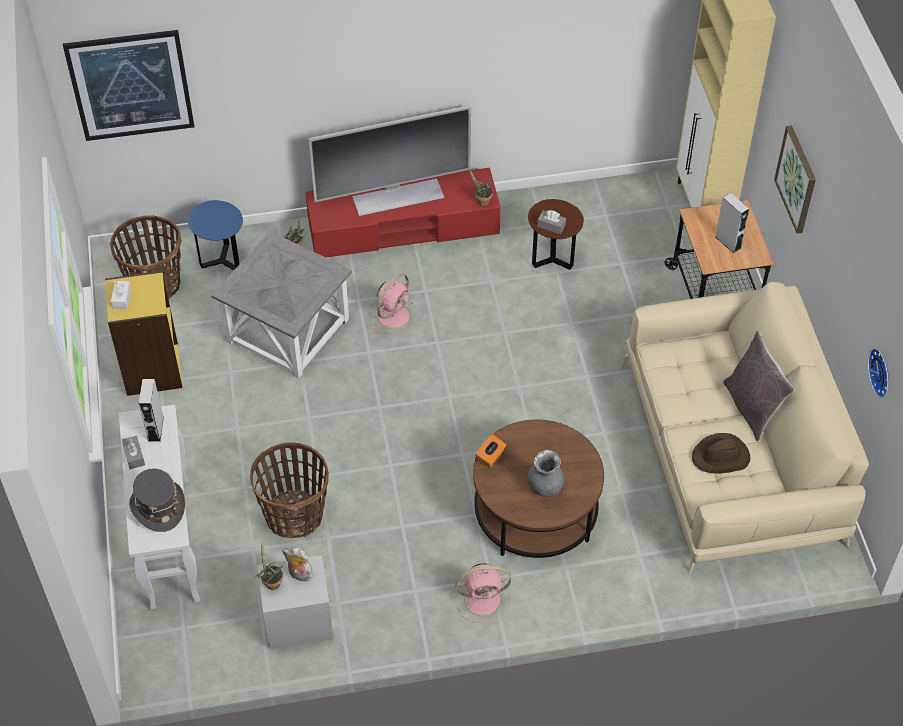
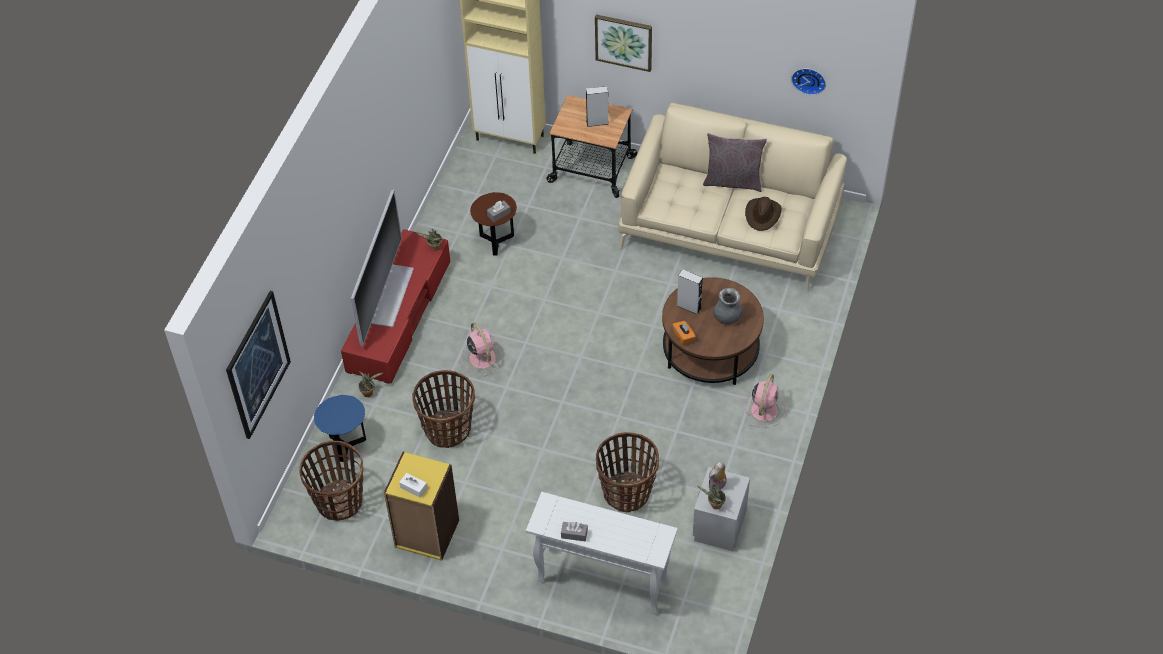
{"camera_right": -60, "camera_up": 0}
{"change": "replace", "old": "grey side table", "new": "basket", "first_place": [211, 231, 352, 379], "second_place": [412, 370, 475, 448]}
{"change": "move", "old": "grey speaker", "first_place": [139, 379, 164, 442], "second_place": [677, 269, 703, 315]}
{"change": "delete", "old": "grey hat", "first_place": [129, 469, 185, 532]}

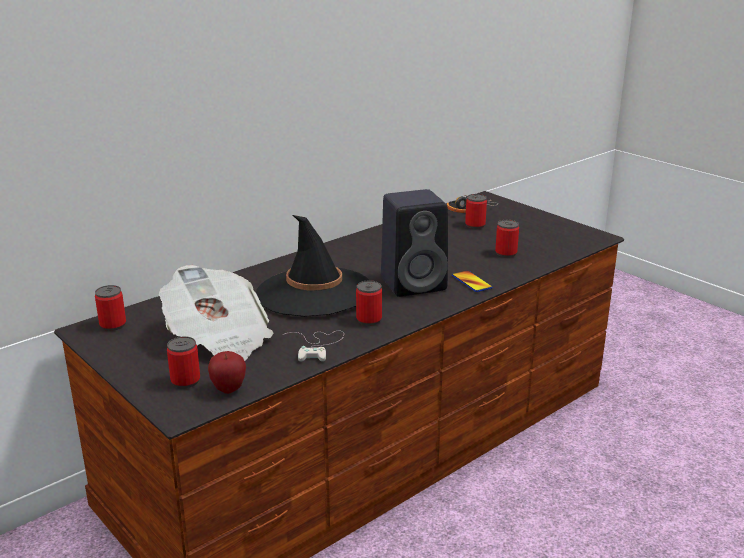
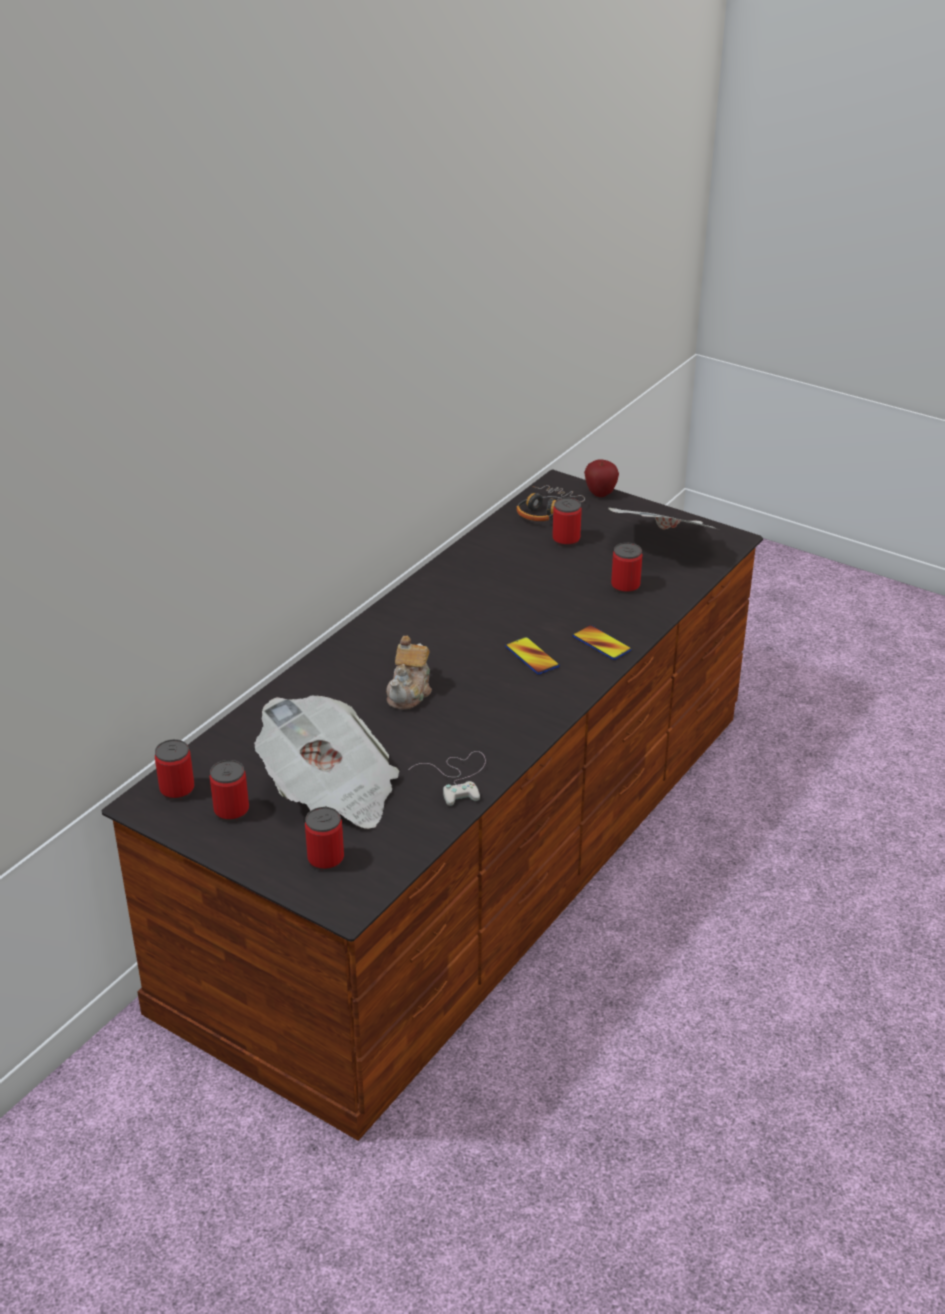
{"camera_right": -15, "camera_up": 10}
{"change": "replace", "old": "black speaker", "new": "phone", "first_place": [381, 189, 448, 297], "second_place": [505, 637, 560, 674]}
{"change": "replace", "old": "black hat", "new": "teapot", "first_place": [256, 215, 370, 317], "second_place": [386, 636, 432, 710]}
{"change": "move", "old": "can", "first_place": [356, 281, 382, 326], "second_place": [210, 760, 249, 821]}
{"change": "move", "old": "apple", "first_place": [208, 351, 246, 394], "second_place": [584, 459, 619, 497]}
{"change": "insert", "new": "newspaper", "second_place": [608, 508, 719, 530]}

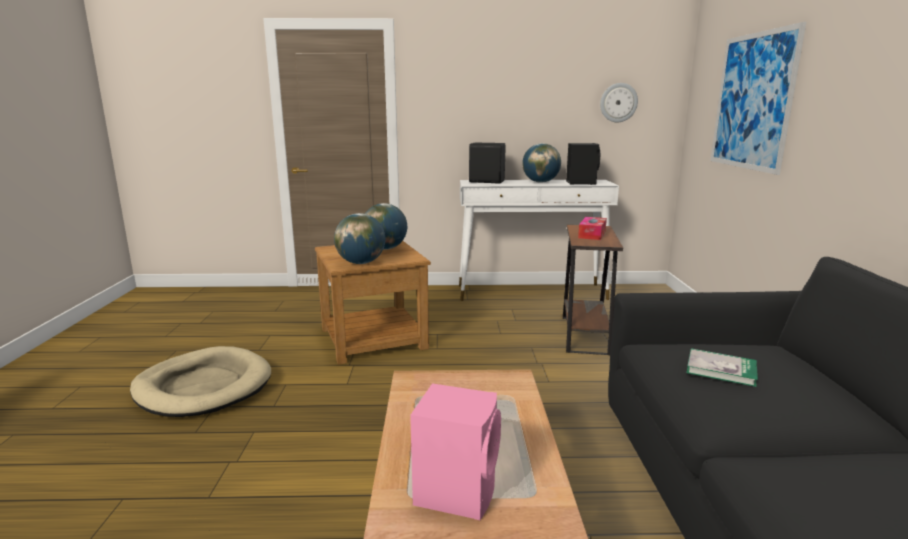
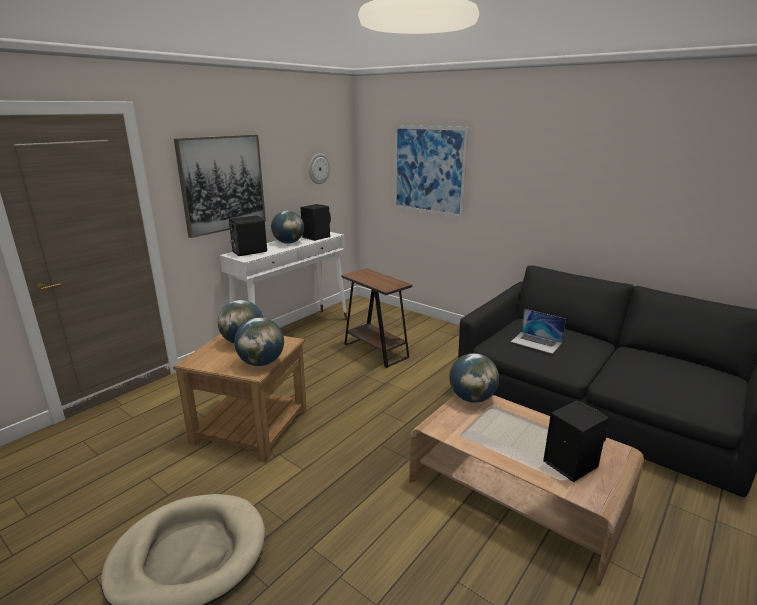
{"camera_right": -50, "camera_up": 5}
{"change": "delete", "old": "tissue box", "first_place": [578, 217, 607, 240]}
{"change": "replace", "old": "book", "new": "laptop", "first_place": [686, 348, 758, 387], "second_place": [511, 309, 566, 354]}
{"change": "recolor", "old": "pink speaker", "new": "black speaker", "first_place": [410, 383, 501, 520], "second_place": [543, 400, 609, 482]}
{"change": "insert", "new": "picture", "second_place": [174, 135, 266, 238]}
{"change": "insert", "new": "globe", "second_place": [449, 353, 499, 403]}

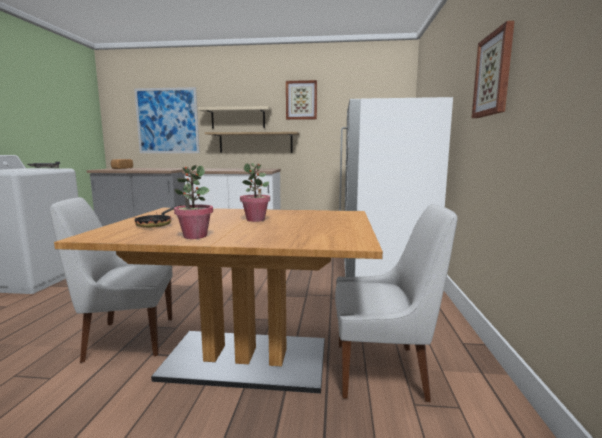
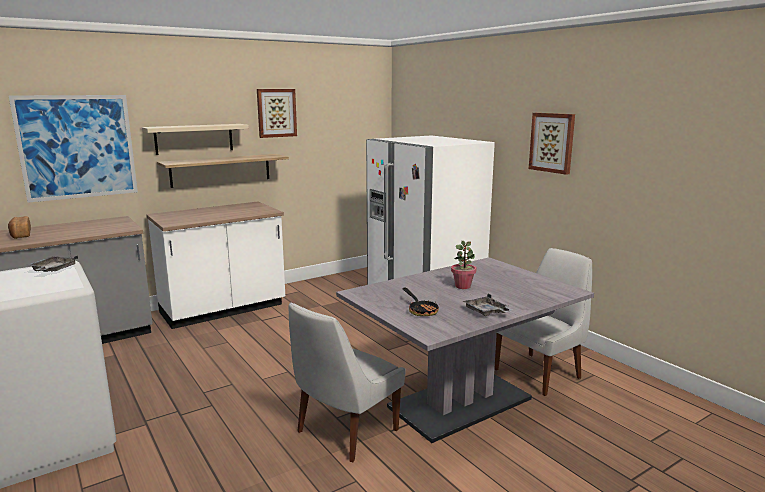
{"camera_right": -40, "camera_up": 5}
{"change": "replace", "old": "potted plant", "new": "grey tray", "first_place": [174, 165, 213, 239], "second_place": [463, 294, 512, 316]}
{"change": "recolor", "old": "brown dining table", "new": "grey dining table", "first_place": [54, 208, 383, 394], "second_place": [336, 257, 594, 443]}

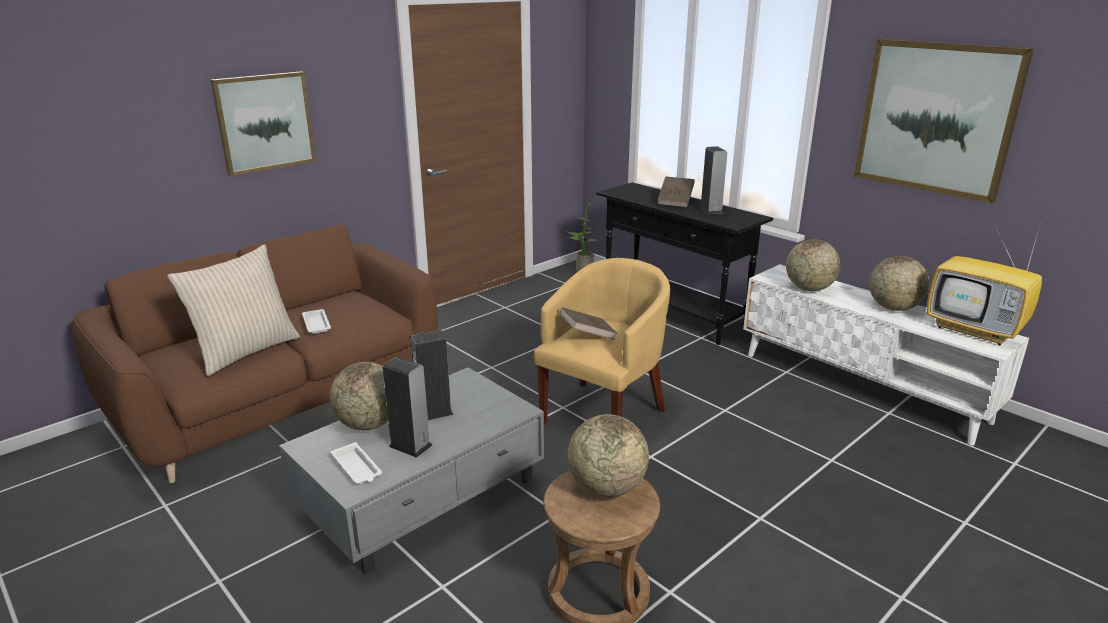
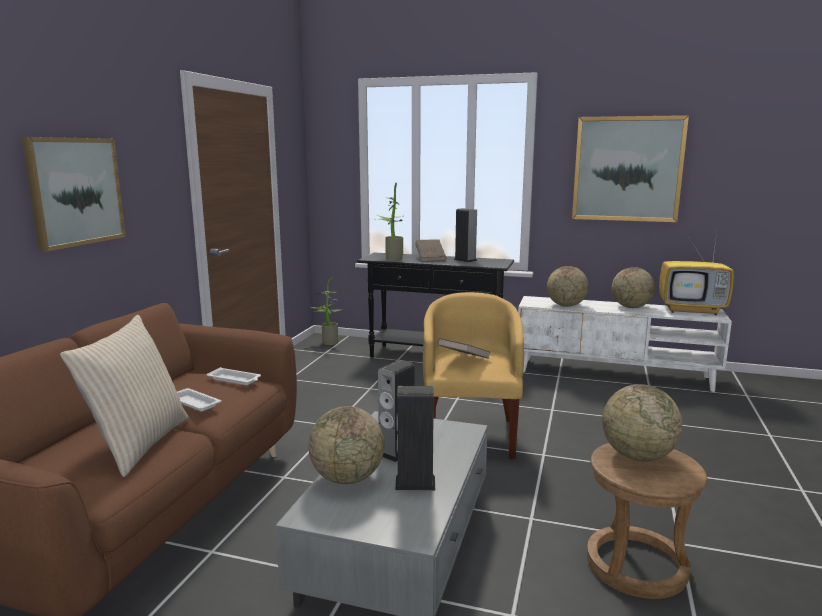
{"camera_right": -30, "camera_up": -10}
{"change": "move", "old": "white tray", "first_place": [331, 442, 382, 484], "second_place": [207, 367, 261, 385]}
{"change": "insert", "new": "potted plant", "second_place": [378, 183, 403, 260]}

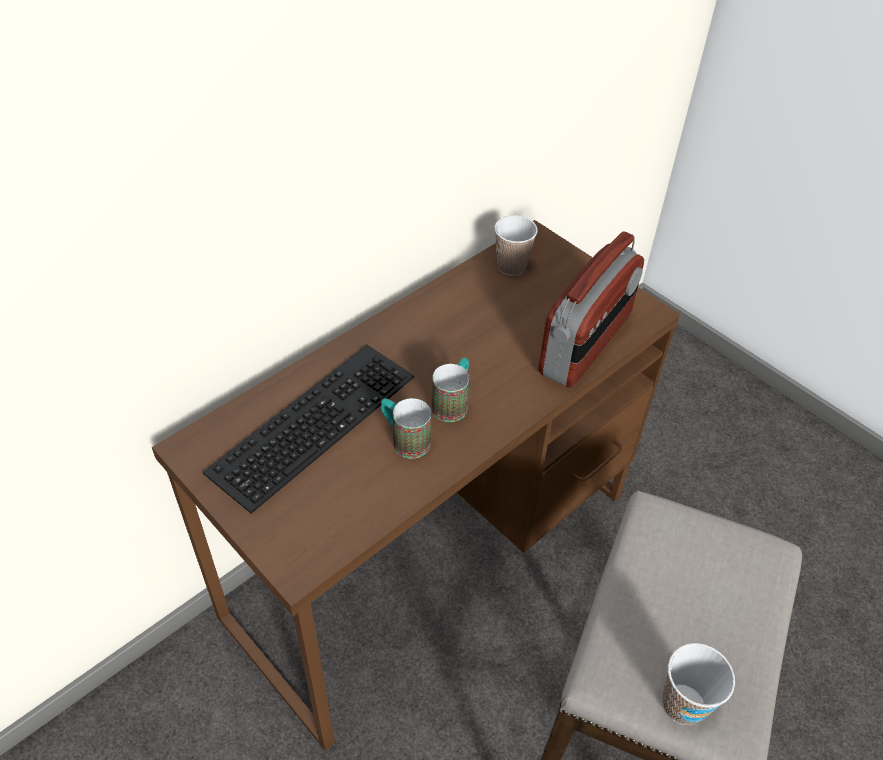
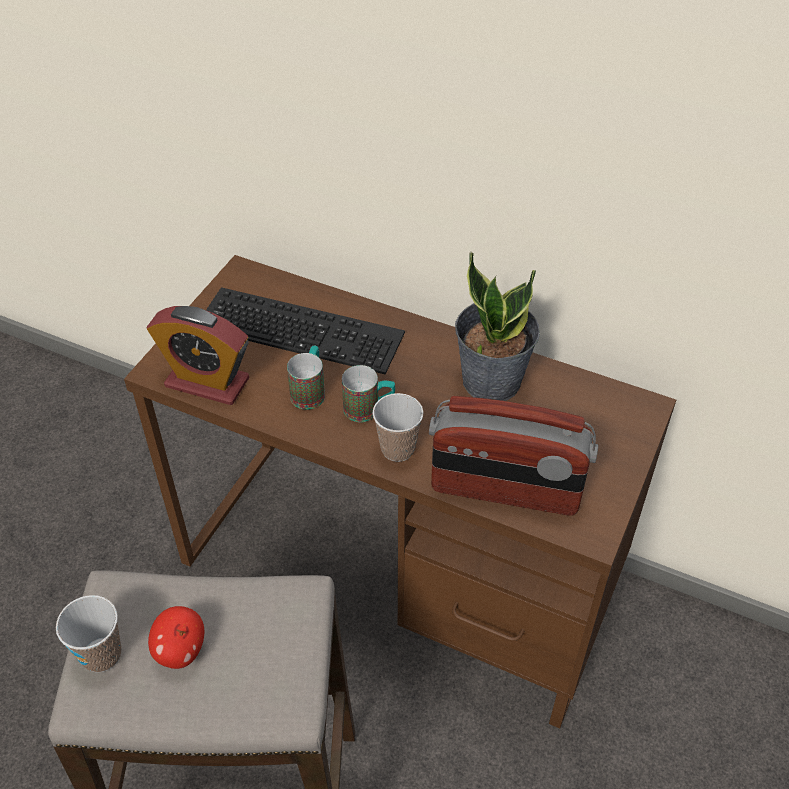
{"camera_right": 70, "camera_up": 0}
{"change": "move", "old": "cup", "first_place": [494, 215, 538, 276], "second_place": [372, 393, 424, 462]}
{"change": "insert", "new": "potted plant", "second_place": [455, 252, 540, 401]}
{"change": "insert", "new": "alarm clock", "second_place": [147, 306, 249, 405]}
{"change": "insert", "new": "apple", "second_place": [148, 606, 204, 669]}

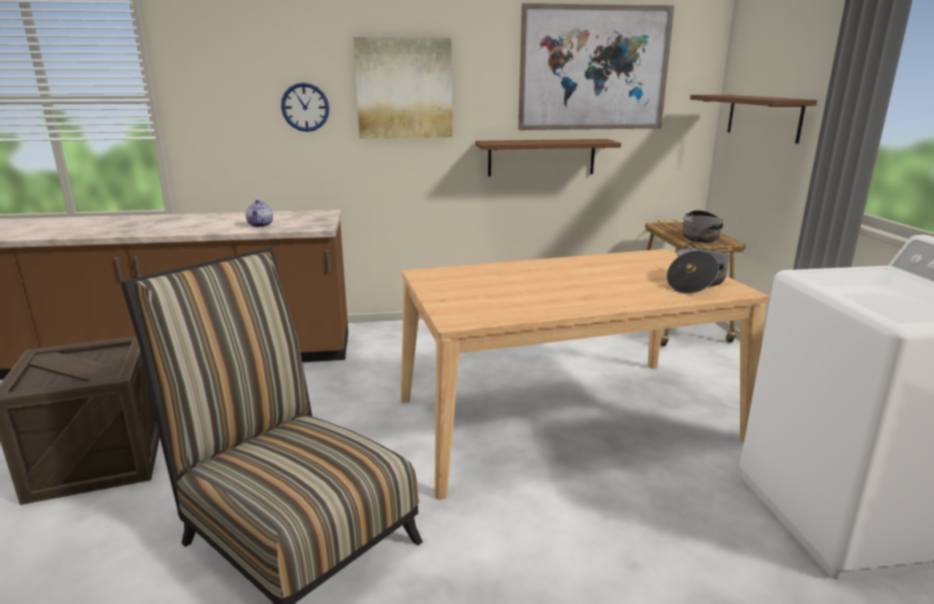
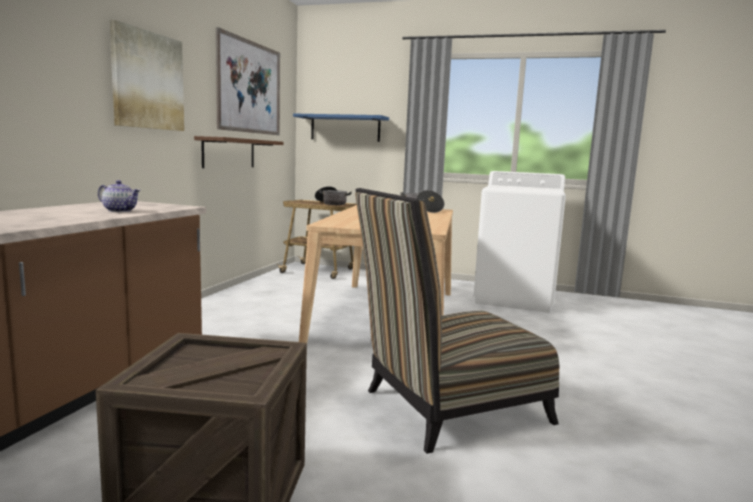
{"camera_right": -65, "camera_up": -10}
{"change": "delete", "old": "wall clock", "first_place": [281, 83, 329, 132]}
{"change": "recolor", "old": "brown shelf", "new": "blue shelf", "first_place": [690, 95, 817, 144], "second_place": [293, 113, 389, 142]}

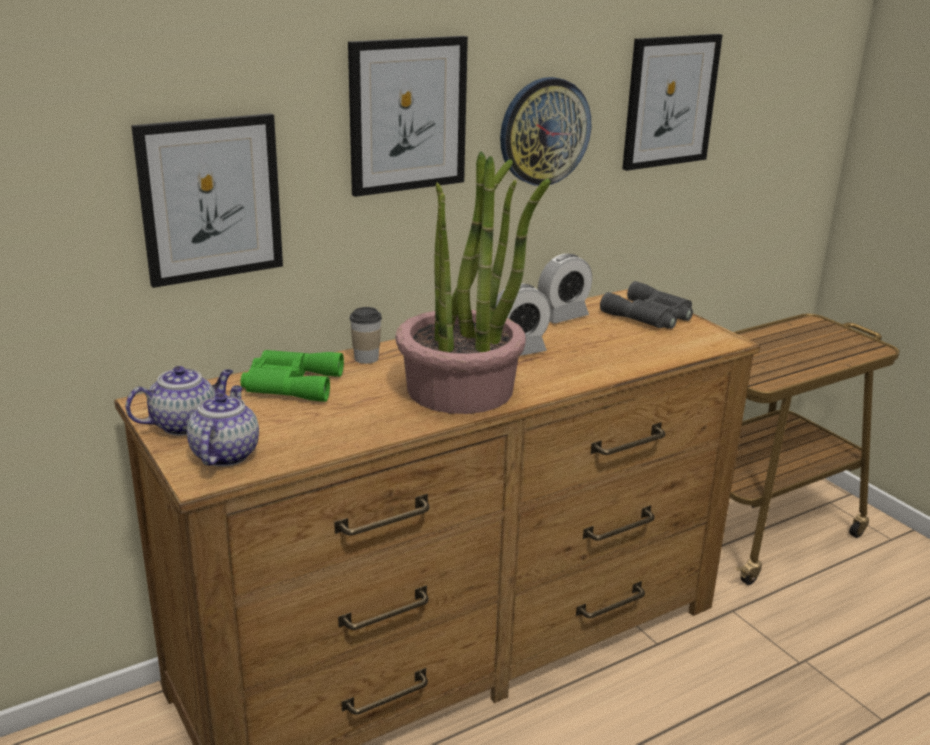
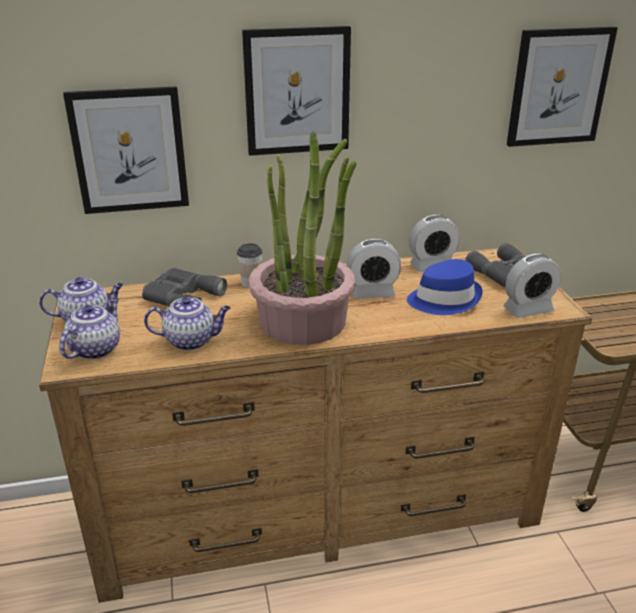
{"camera_right": 20, "camera_up": 5}
{"change": "delete", "old": "wall clock", "first_place": [500, 77, 591, 186]}
{"change": "recolor", "old": "green binoculars", "new": "grey binoculars", "first_place": [241, 350, 344, 402], "second_place": [142, 268, 227, 307]}
{"change": "insert", "new": "alarm clock", "second_place": [503, 254, 561, 318]}
{"change": "insert", "new": "blue hat", "second_place": [407, 259, 483, 315]}
{"change": "insert", "new": "teapot", "second_place": [144, 297, 231, 351]}

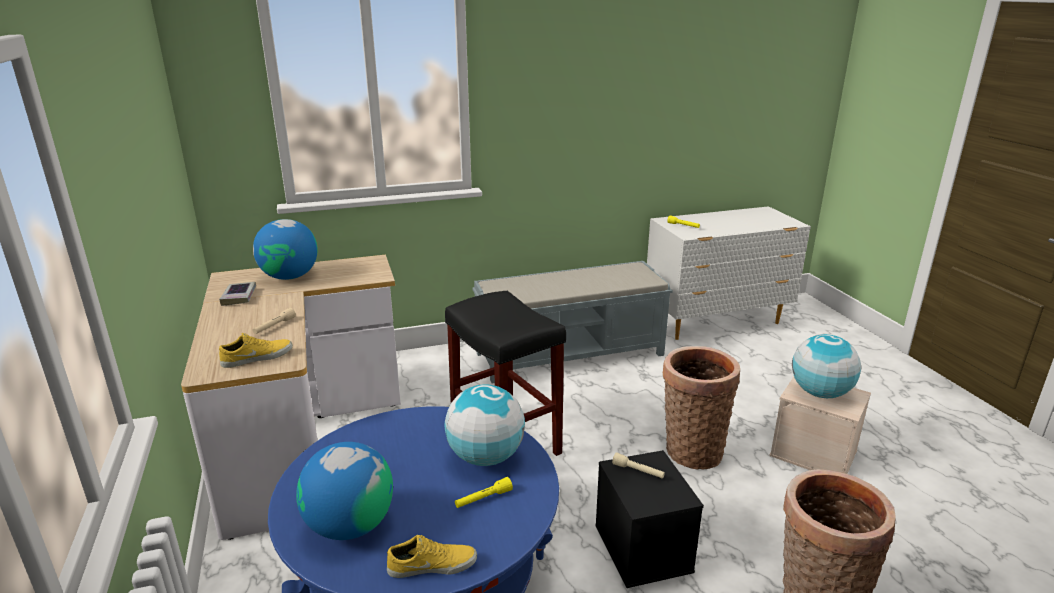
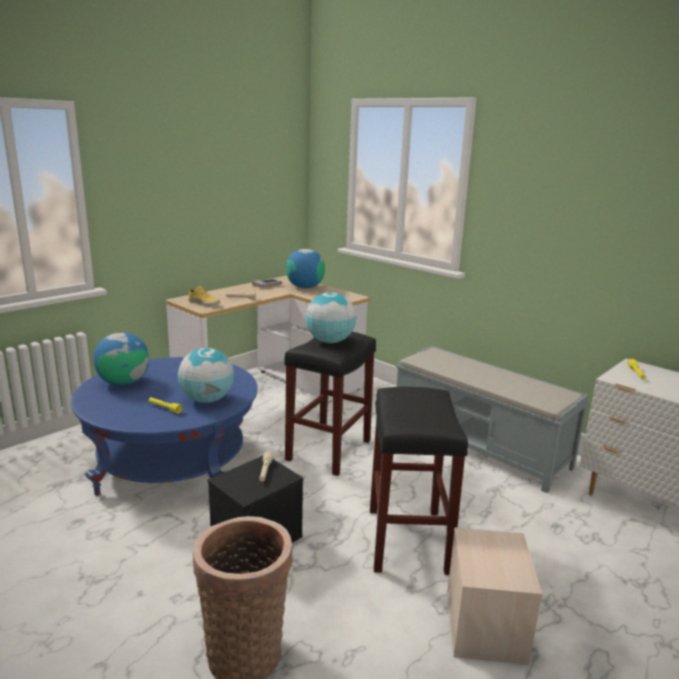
{"camera_right": 60, "camera_up": -5}
{"change": "move", "old": "globe", "first_place": [792, 334, 861, 398], "second_place": [305, 292, 356, 343]}
{"change": "replace", "old": "basket", "new": "black stool", "first_place": [663, 346, 740, 469], "second_place": [370, 387, 468, 575]}
{"change": "delete", "old": "yellow shoe", "first_place": [387, 535, 477, 578]}

